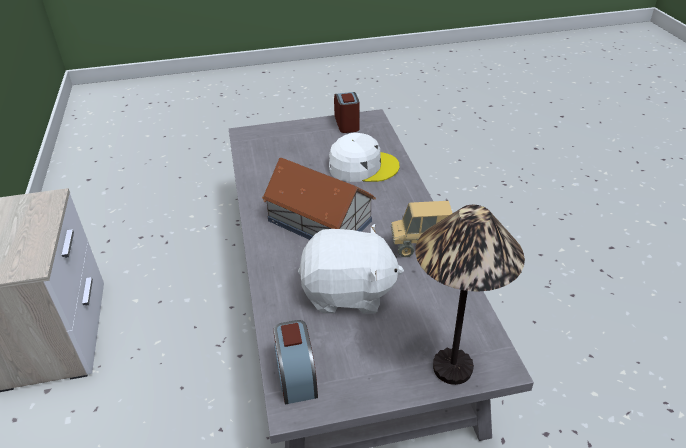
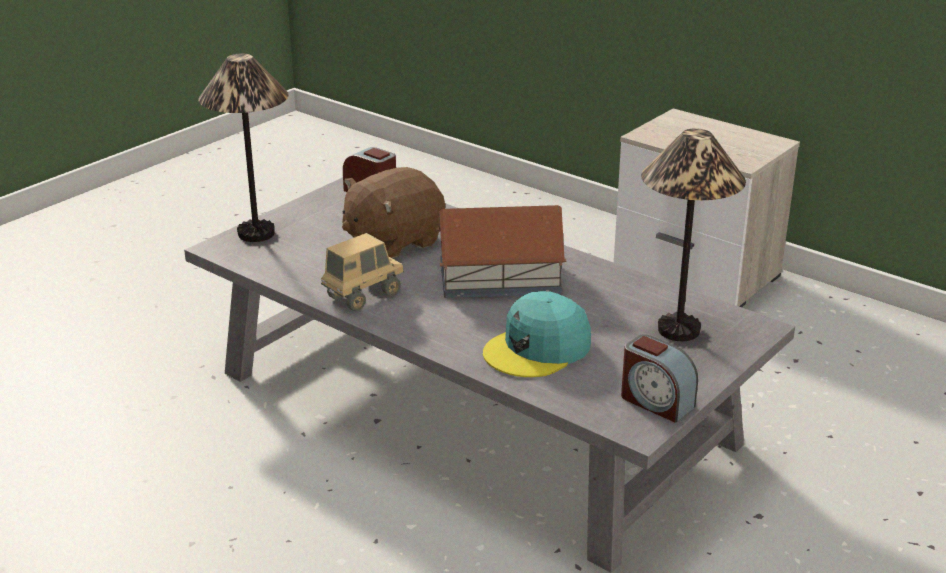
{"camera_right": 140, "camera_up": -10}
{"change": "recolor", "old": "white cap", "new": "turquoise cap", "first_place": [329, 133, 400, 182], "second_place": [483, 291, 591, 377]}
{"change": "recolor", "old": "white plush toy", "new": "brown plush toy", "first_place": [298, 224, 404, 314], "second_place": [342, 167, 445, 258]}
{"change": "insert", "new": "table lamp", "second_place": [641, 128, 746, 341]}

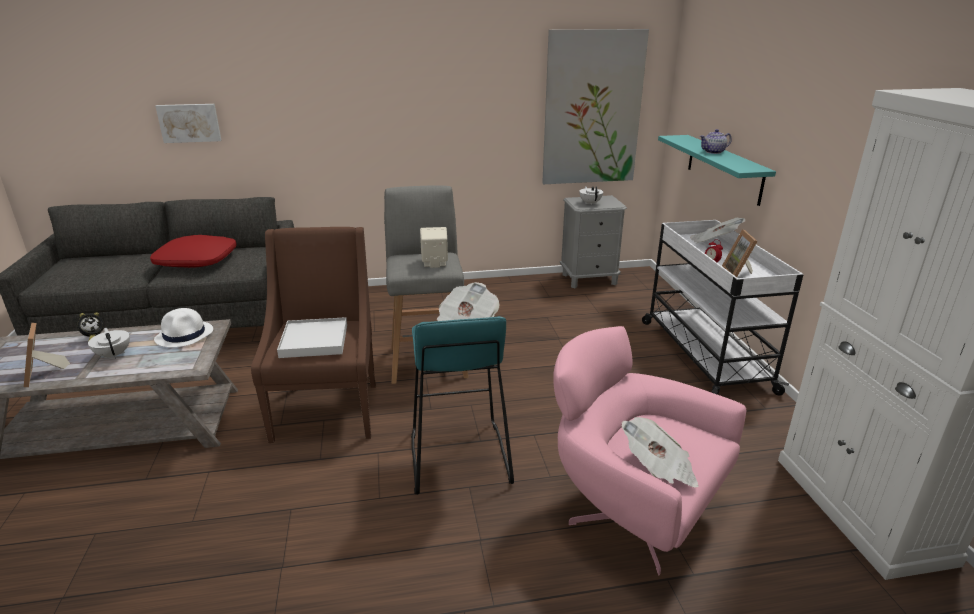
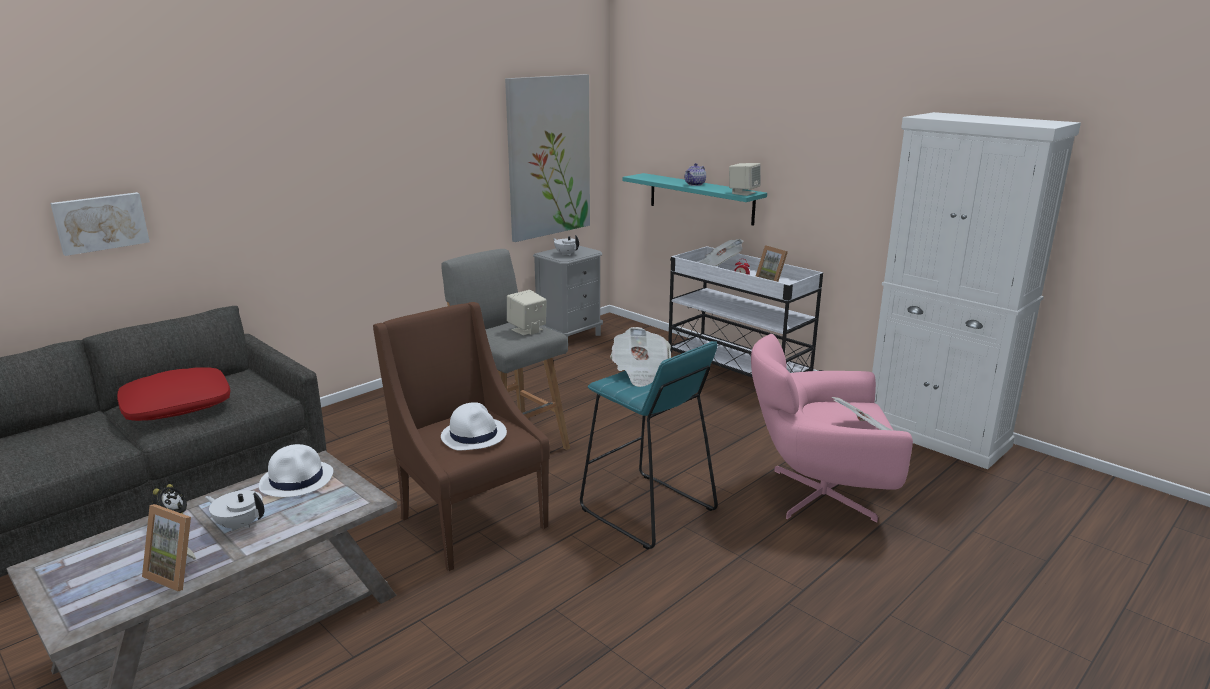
{"camera_right": -35, "camera_up": -5}
{"change": "replace", "old": "white tray", "new": "white hat", "first_place": [277, 317, 347, 358], "second_place": [441, 402, 507, 450]}
{"change": "insert", "new": "beige speaker", "second_place": [729, 163, 761, 196]}

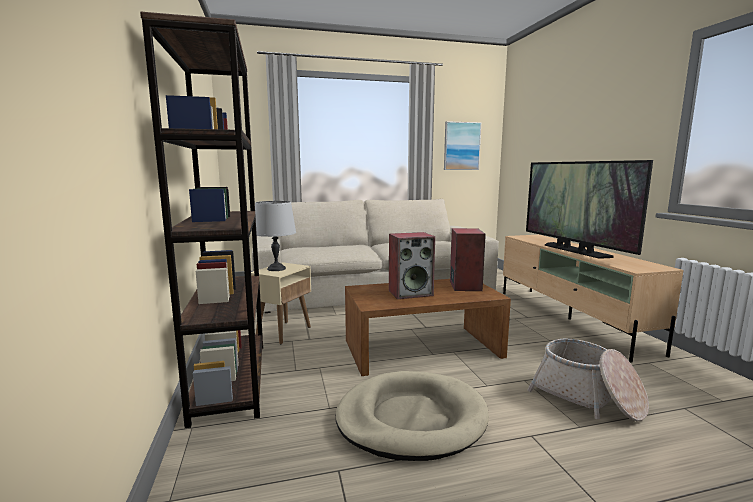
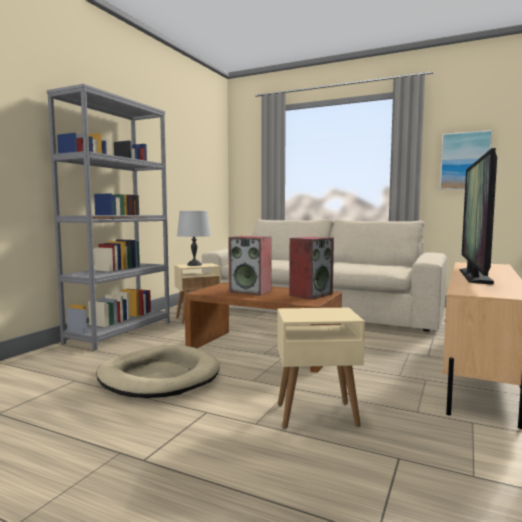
{"camera_right": 40, "camera_up": -5}
{"change": "recolor", "old": "brown bookcase", "new": "grey bookcase", "first_place": [140, 11, 263, 428], "second_place": [47, 84, 170, 350]}
{"change": "replace", "old": "basket", "new": "beige side table", "first_place": [527, 339, 649, 421], "second_place": [277, 308, 365, 429]}

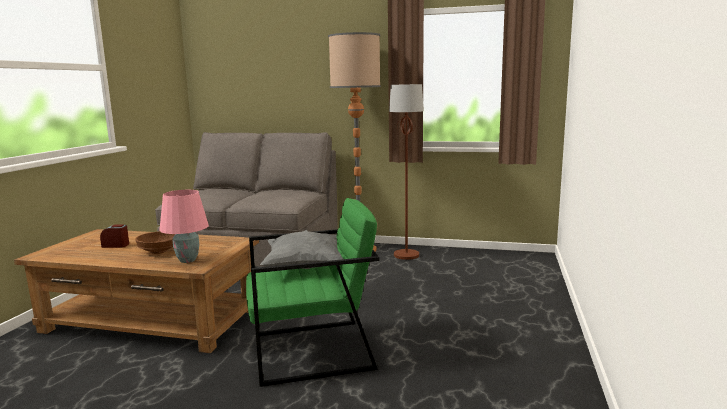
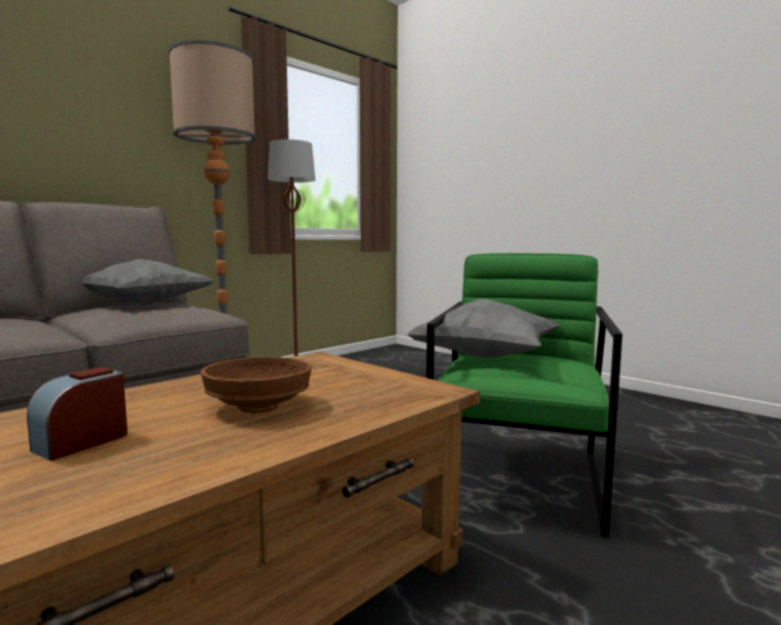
{"camera_right": -60, "camera_up": -5}
{"change": "delete", "old": "pink table lamp", "first_place": [159, 190, 209, 263]}
{"change": "insert", "new": "grey pillow", "second_place": [82, 259, 214, 305]}

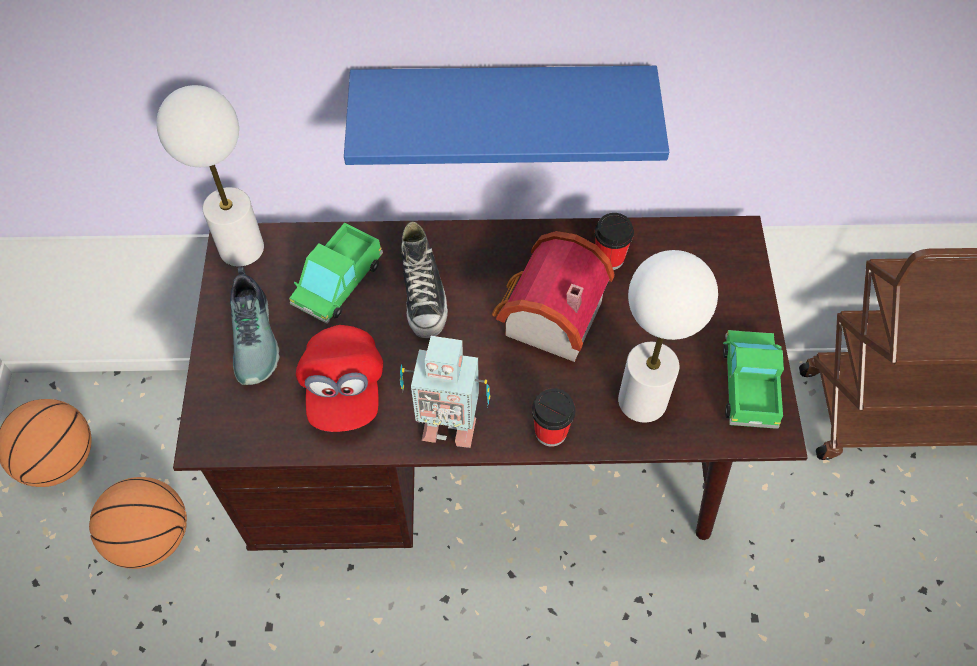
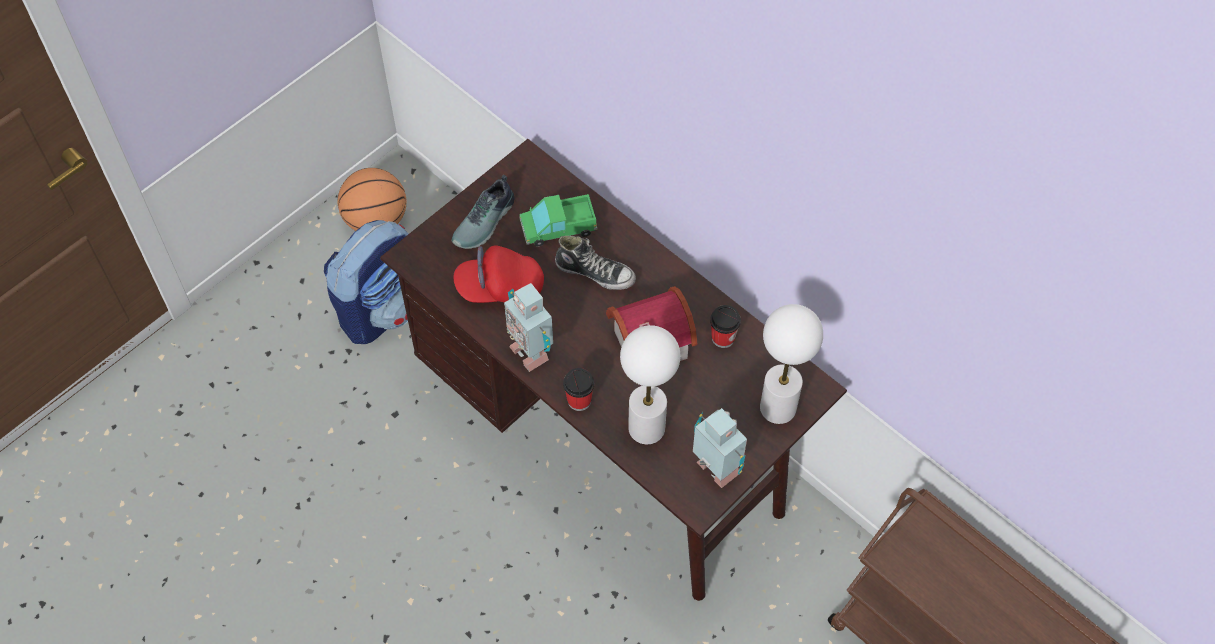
{"camera_right": 45, "camera_up": 0}
{"change": "delete", "old": "blue shelf", "first_place": [344, 66, 669, 165]}
{"change": "move", "old": "white table lamp", "first_place": [156, 85, 264, 267], "second_place": [760, 304, 823, 424]}
{"change": "rotate", "old": "shoe", "first_place": [401, 221, 448, 338], "second_place": [555, 236, 636, 290], "degrees": -105}
{"change": "rotate", "old": "red cap", "first_place": [296, 325, 383, 432], "second_place": [453, 246, 544, 303], "degrees": 45}
{"change": "replace", "old": "toy truck", "new": "toy robot", "first_place": [723, 330, 784, 429], "second_place": [693, 408, 747, 488]}
{"change": "replace", "old": "basketball", "new": "backpack", "first_place": [89, 477, 187, 569], "second_place": [324, 220, 408, 344]}

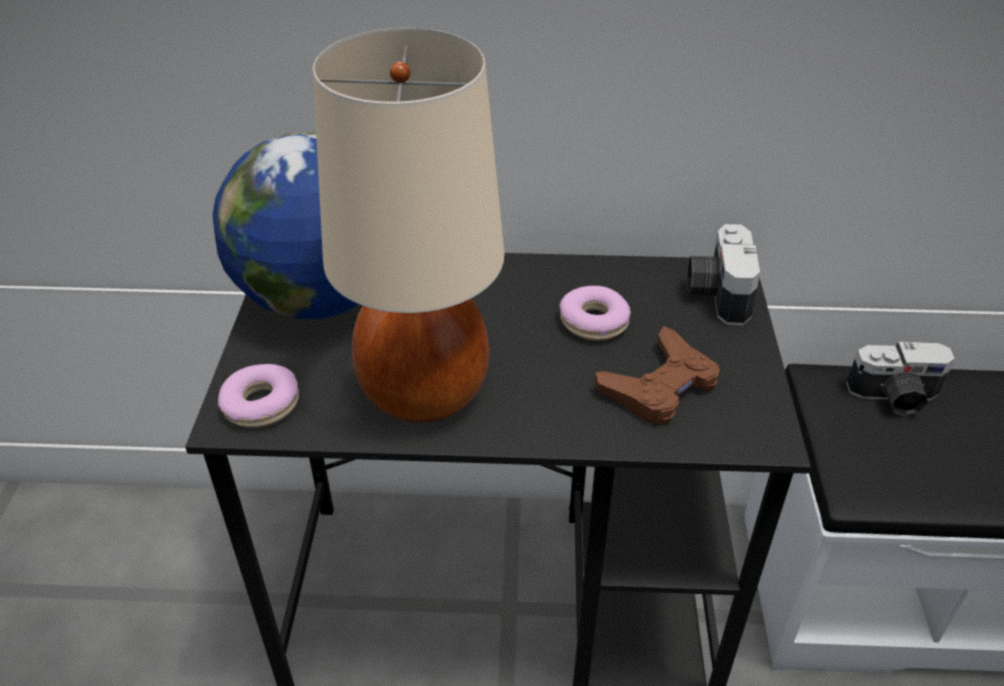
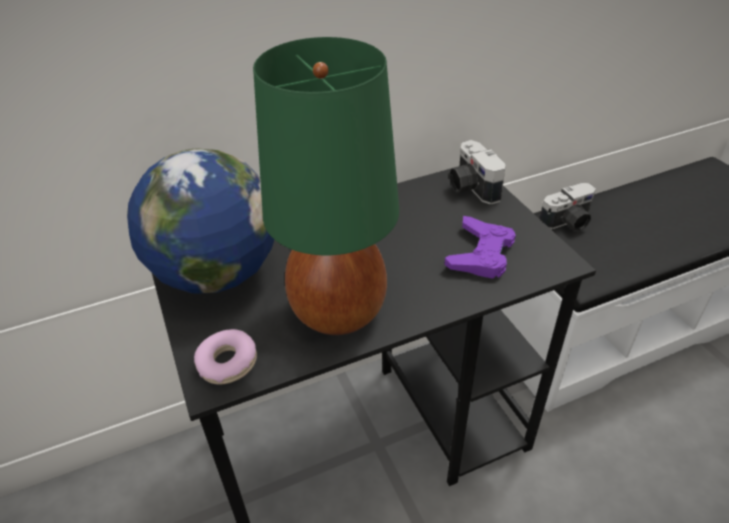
{"camera_right": -25, "camera_up": 0}
{"change": "recolor", "old": "beige table lamp", "new": "green table lamp", "first_place": [313, 28, 504, 423], "second_place": [253, 37, 399, 335]}
{"change": "delete", "old": "donut", "first_place": [559, 286, 631, 341]}
{"change": "recolor", "old": "brown game controller", "new": "purple game controller", "first_place": [595, 326, 720, 425], "second_place": [445, 216, 516, 279]}

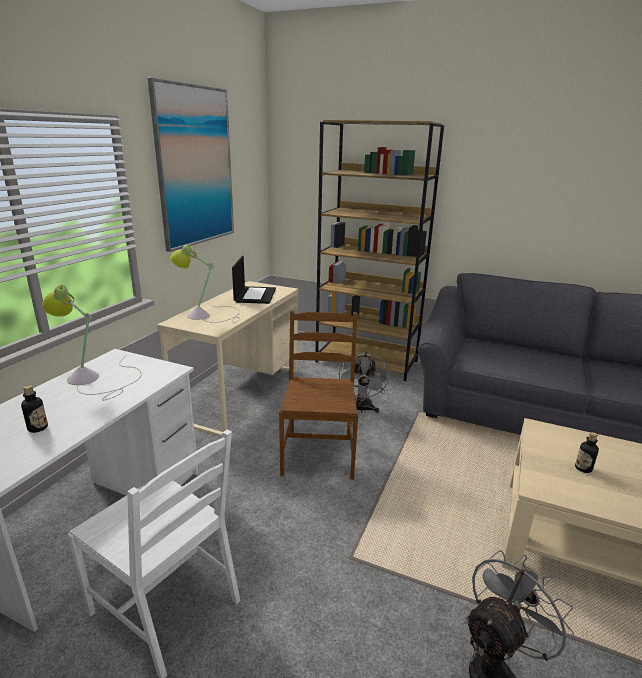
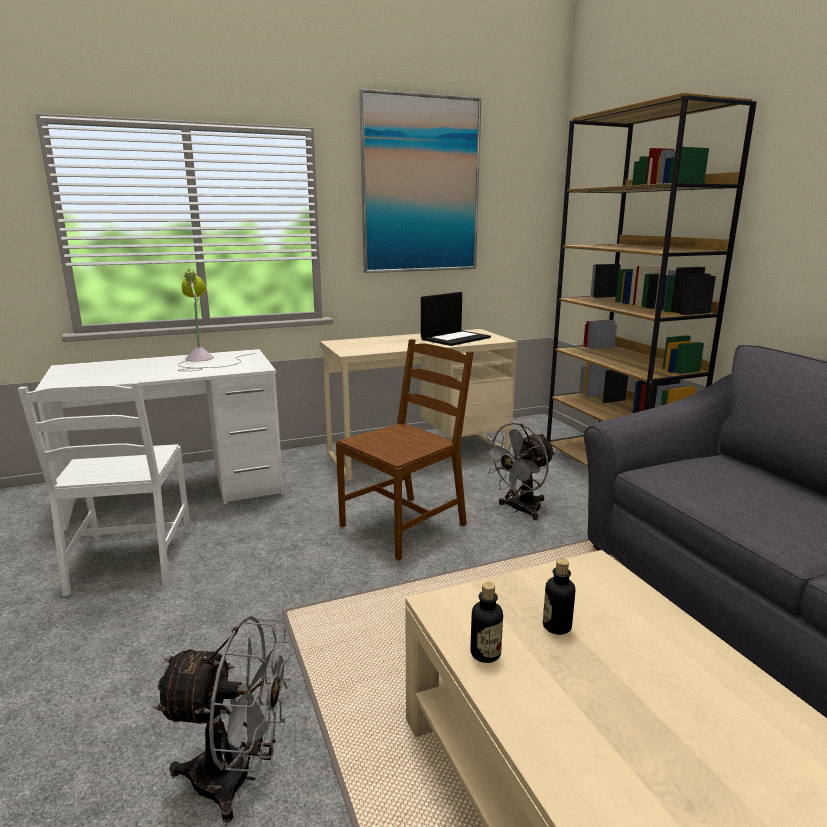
{"camera_right": 45, "camera_up": -5}
{"change": "delete", "old": "table lamp", "first_place": [170, 243, 240, 323]}
{"change": "move", "old": "bottle", "first_place": [21, 385, 48, 433], "second_place": [470, 582, 503, 663]}

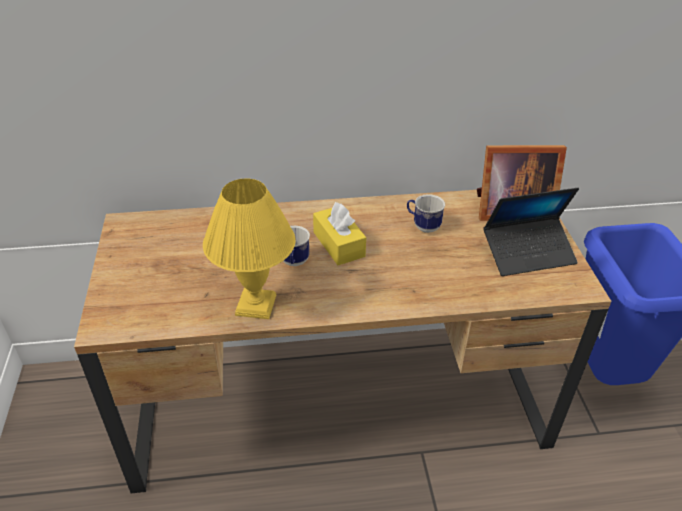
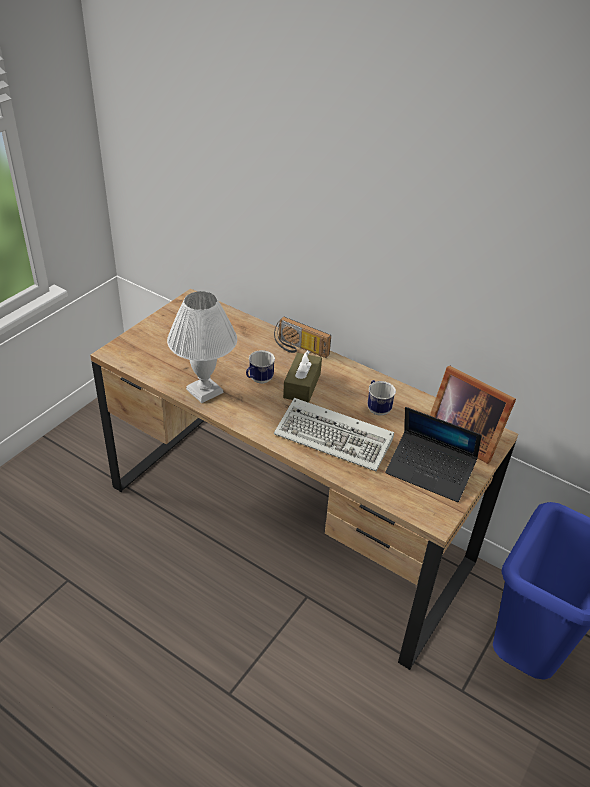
{"camera_right": 40, "camera_up": 0}
{"change": "recolor", "old": "yellow table lamp", "new": "white table lamp", "first_place": [203, 178, 296, 319], "second_place": [167, 291, 237, 403]}
{"change": "recolor", "old": "yellow tissue box", "new": "brown tissue box", "first_place": [313, 202, 366, 265], "second_place": [283, 350, 322, 403]}
{"change": "insert", "new": "radio", "second_place": [274, 317, 331, 358]}
{"change": "insert", "new": "keyboard", "second_place": [274, 398, 394, 471]}

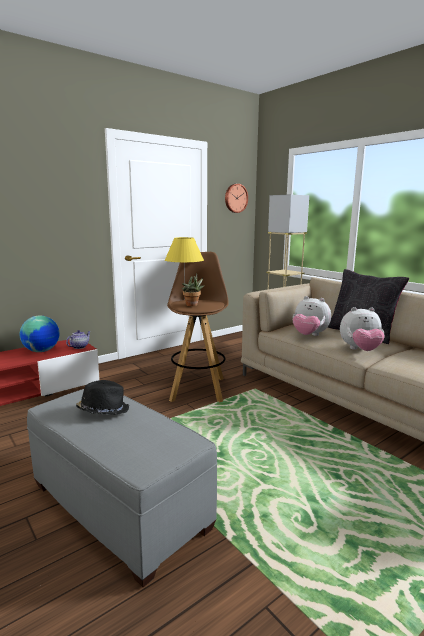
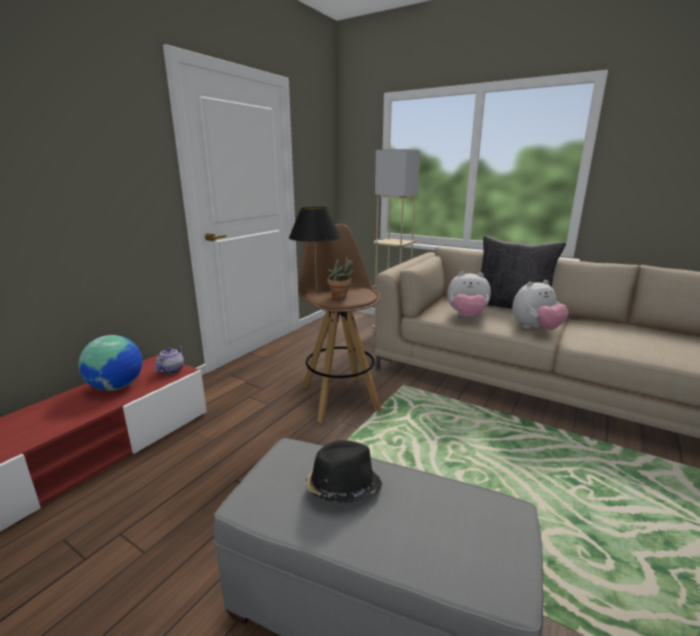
{"camera_right": -20, "camera_up": 5}
{"change": "delete", "old": "wall clock", "first_place": [225, 184, 248, 213]}
{"change": "recolor", "old": "yellow table lamp", "new": "black table lamp", "first_place": [165, 237, 204, 298], "second_place": [289, 207, 341, 290]}

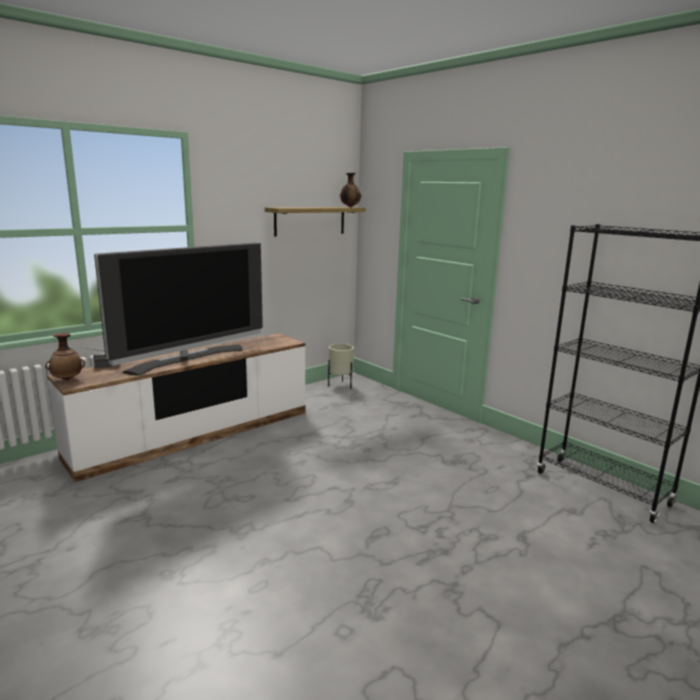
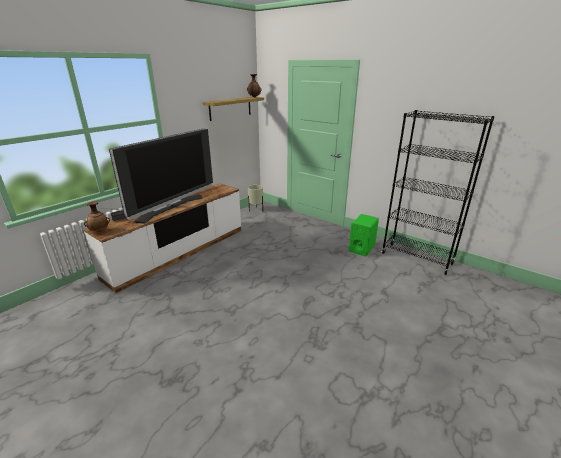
{"camera_right": -10, "camera_up": 10}
{"change": "insert", "new": "green speaker", "second_place": [349, 214, 379, 257]}

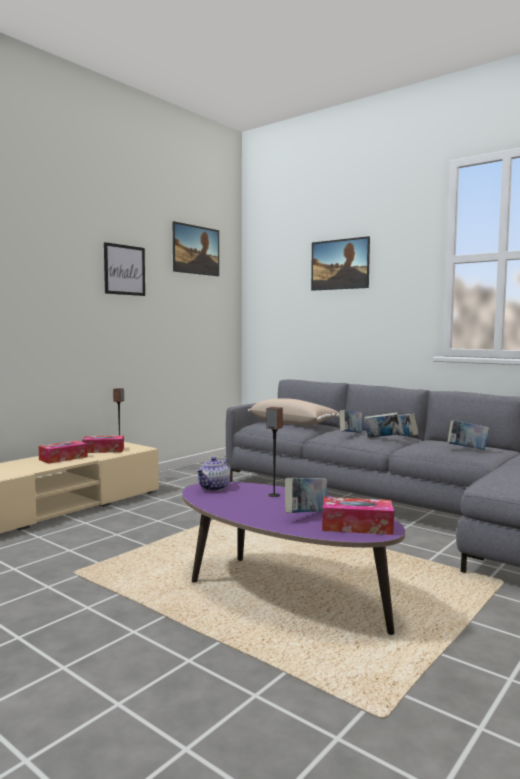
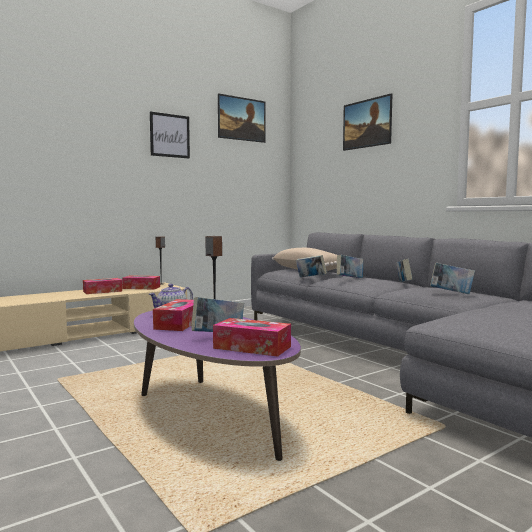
{"camera_right": 15, "camera_up": 0}
{"change": "move", "old": "book", "first_place": [364, 412, 401, 438], "second_place": [296, 255, 327, 277]}
{"change": "insert", "new": "tissue box", "second_place": [153, 299, 194, 331]}

